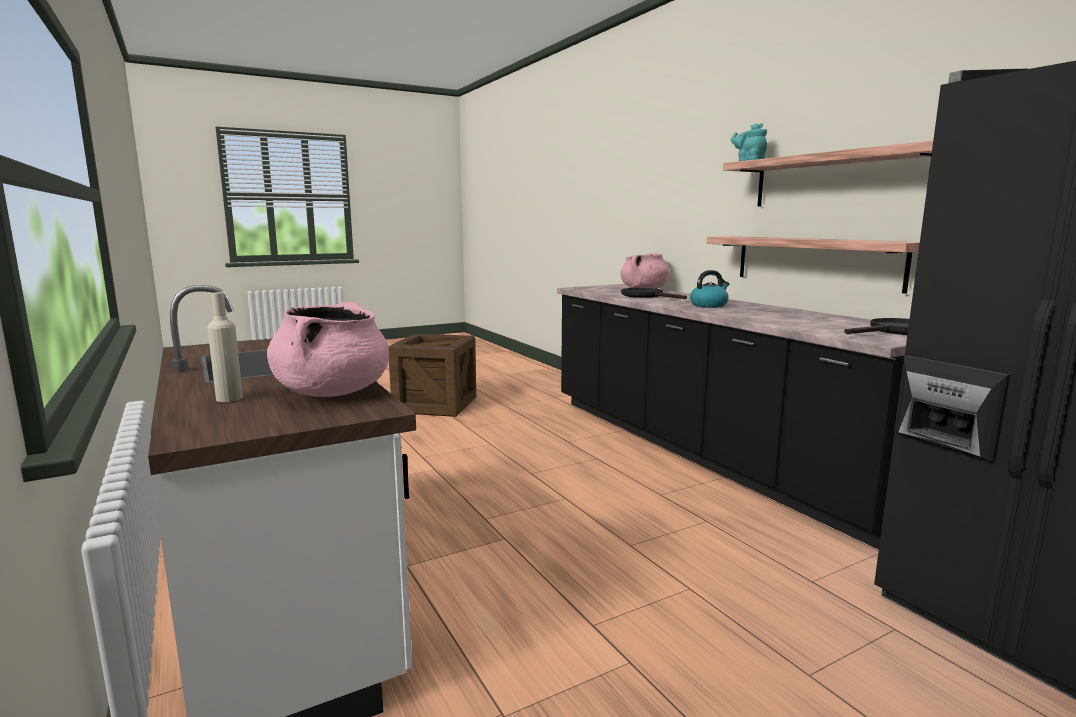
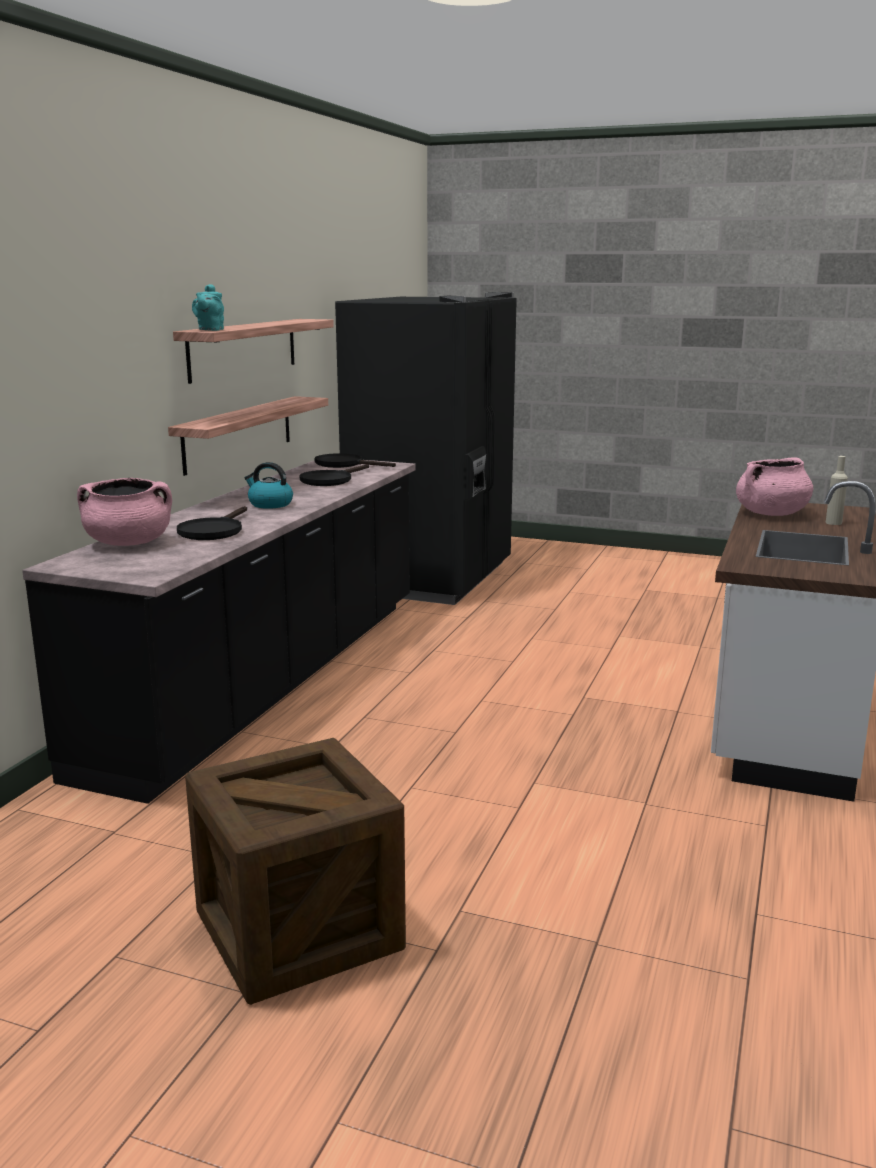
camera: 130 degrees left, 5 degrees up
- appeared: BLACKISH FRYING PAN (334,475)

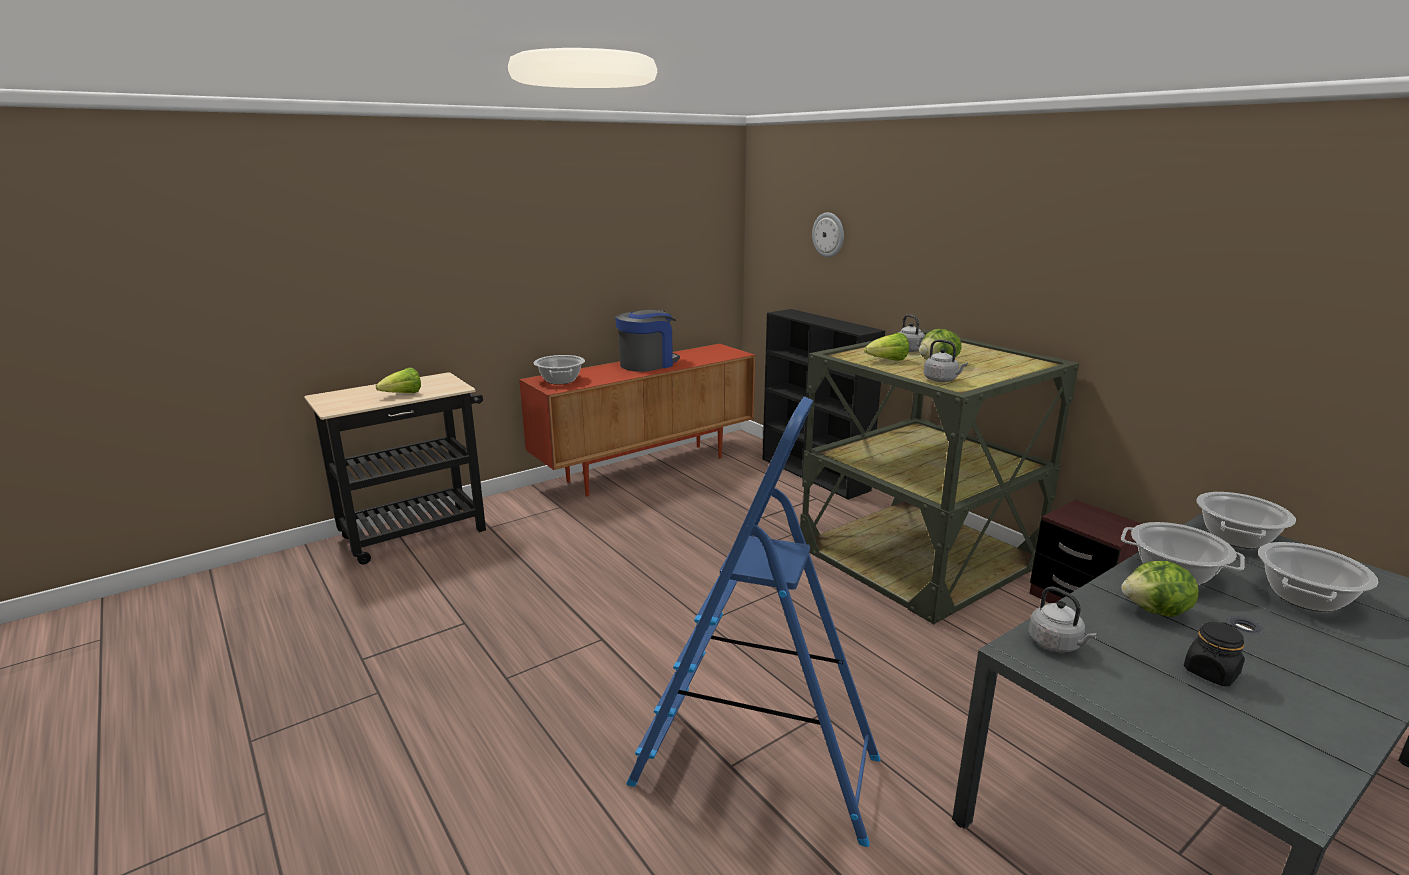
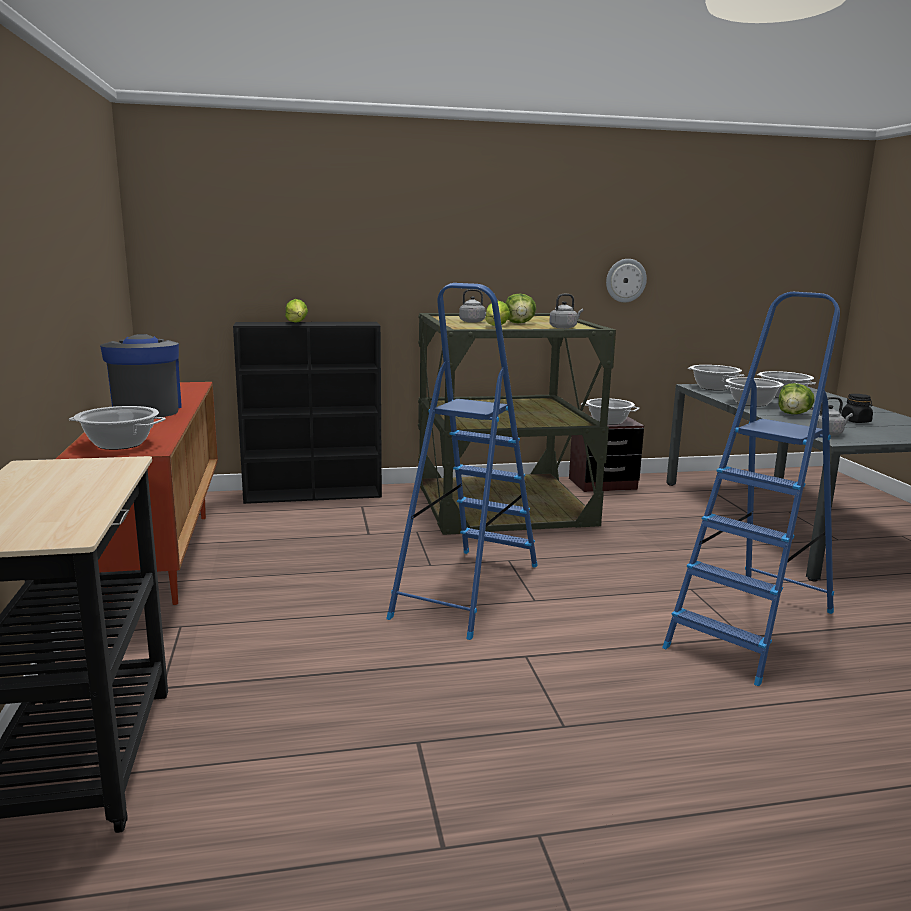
camera: 65 degrees left, 5 degrees down
- relocated: CLOCK ON THE WALL (828,234) to (626,281)
- relocated: LETTUCE (398,380) to (296,311)
- appeared: BLUE-COLOURED STEP LADDER (461,461)
- appeared: COOKING POT (610,411)

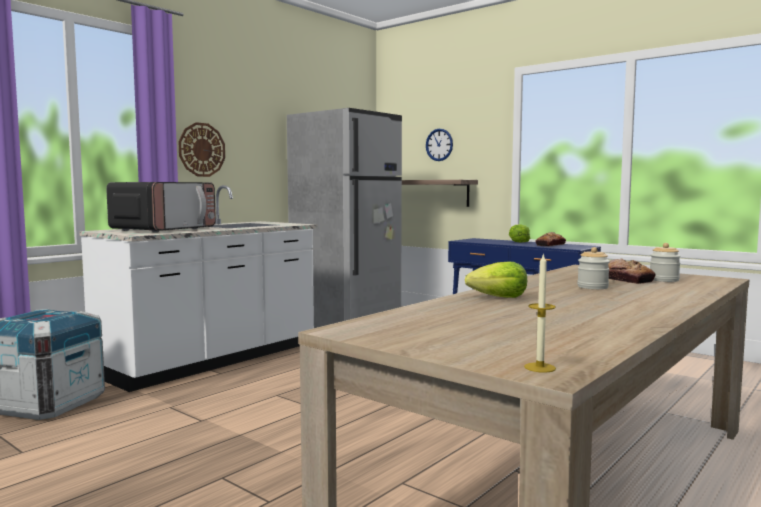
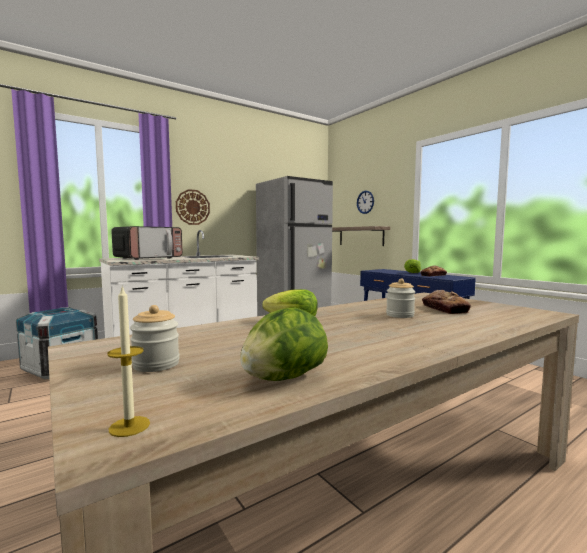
camera: 15 degrees right, 0 degrees up
- relocated: JAR (665,262) to (155,338)
- appeared: LETTUCE (284,344)

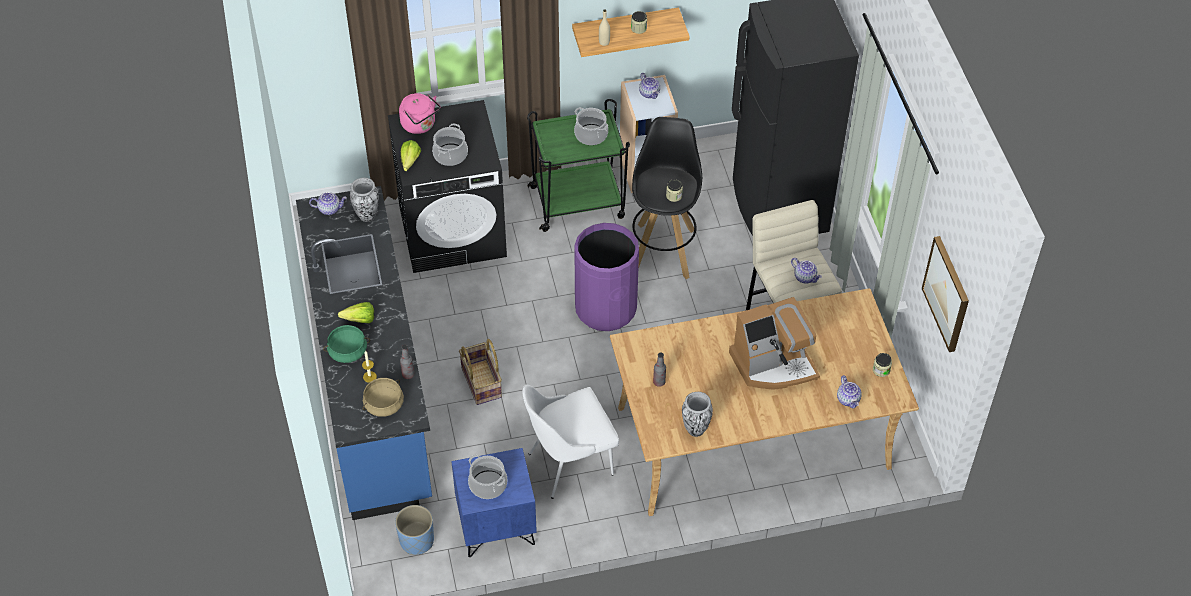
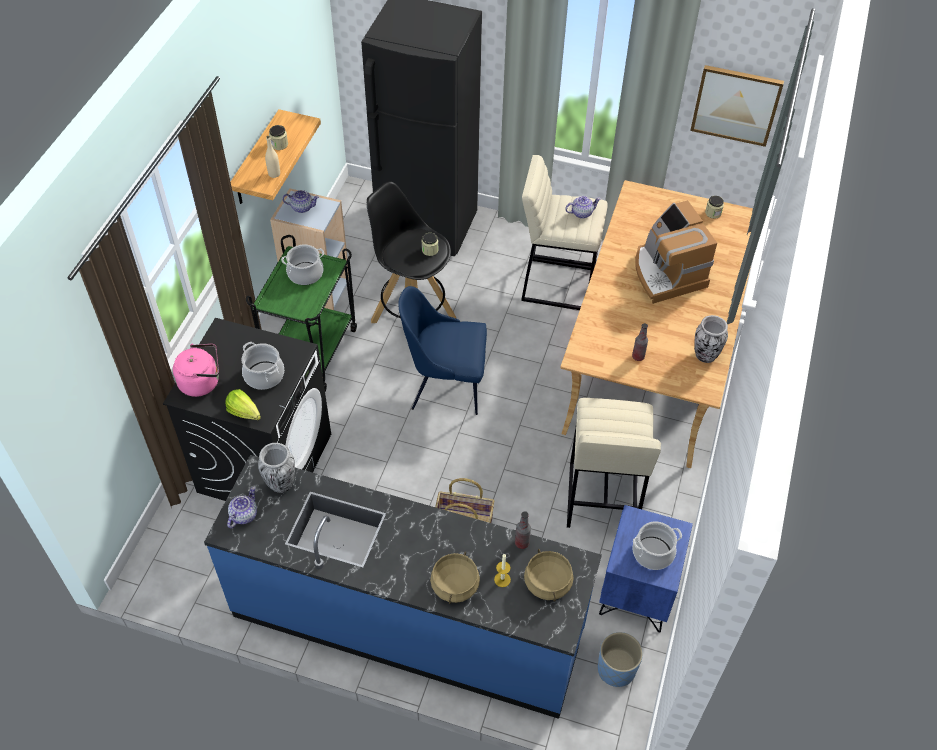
camera: 60 degrees left, 0 degrees up
- exchanged: PURPLE-COLOURED WASTE BIN (606,277) to BLUE-COLOURED CHAIR (442,350)
- spun: COFFEE MACHINE (774,343) = (676,252) 150 degrees clockwise
- missing: LETTUCE (356,312)
- colour: GREEN-COLOURED COOKING POT (346,344) to BEIGE-COLOURED COOKING POT (455,578)
- missing: TEAPOT (849,392)
- exchanged: WHITISH CHAIR (571,441) to BEIGE-COLOURED STOOL (614,463)

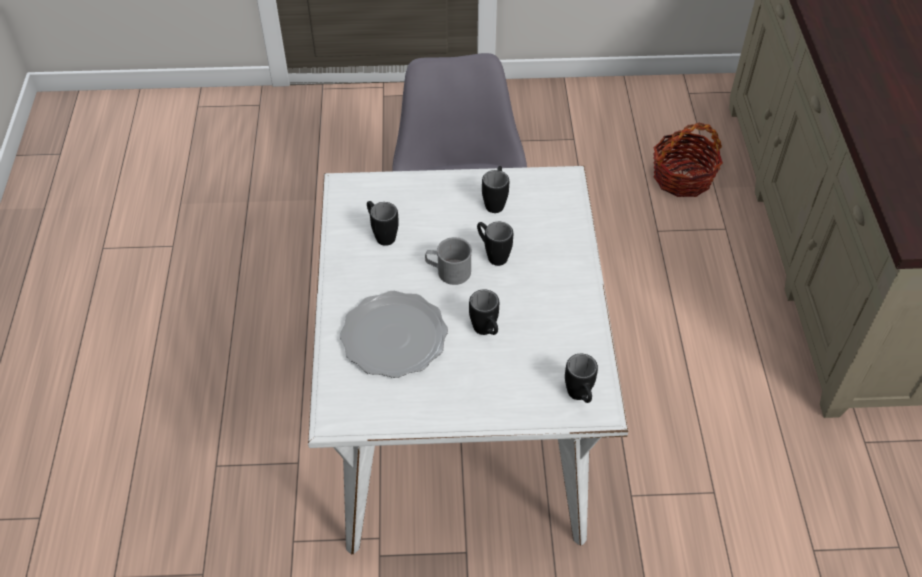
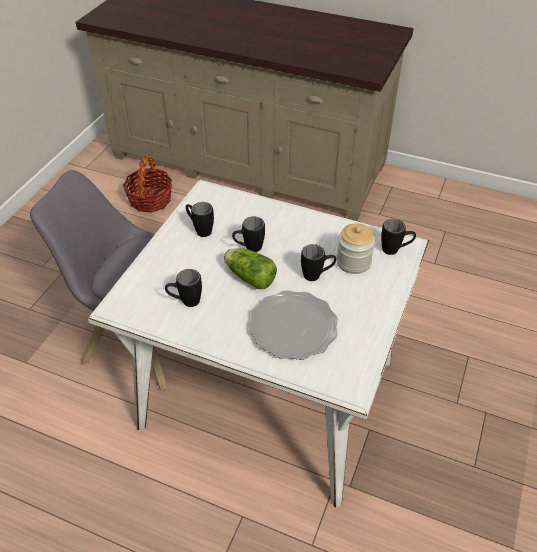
camera: 65 degrees left, 5 degrees down
- exchanged: GREYISH TEA MUG (448,261) to LETTUCE (250,268)
- appeared: JAR (355,248)

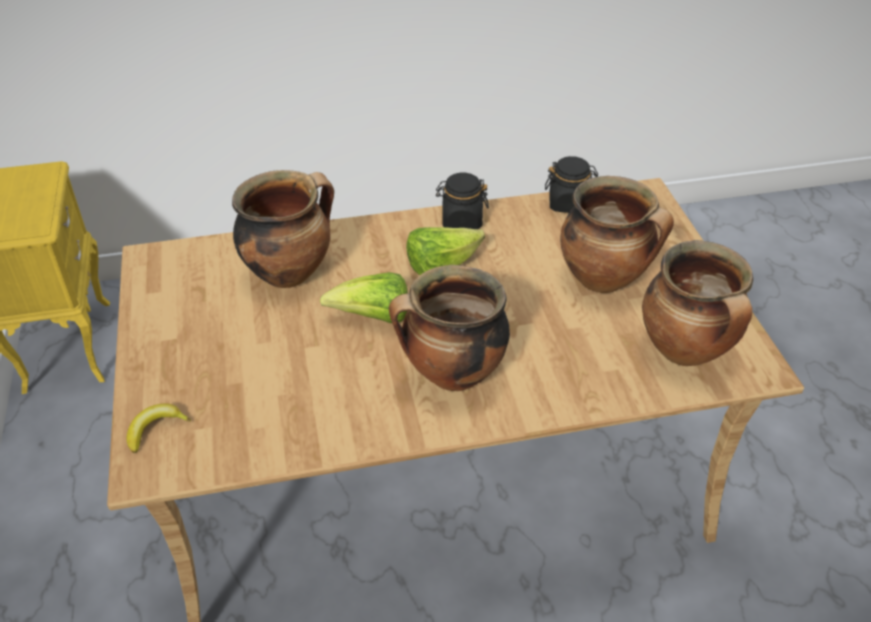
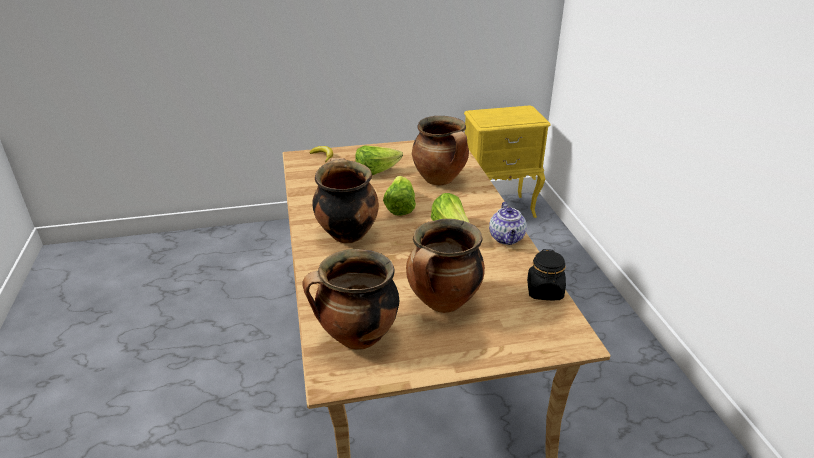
camera: 90 degrees right, 10 degrees down
- exchanged: BLACKISH JAR (462,201) to TEAPOT (508,223)
- appeared: LETTUCE (379,160)

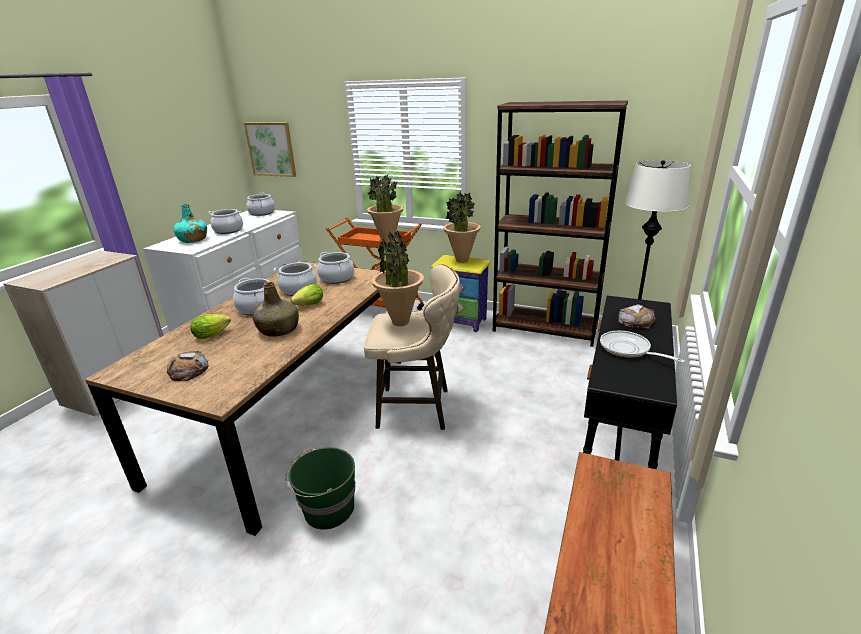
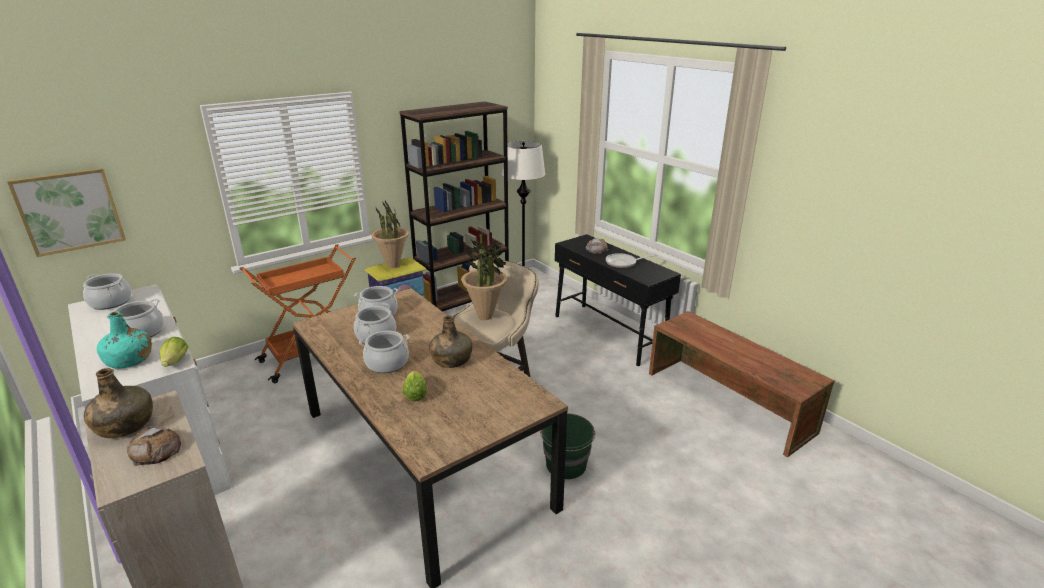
camera: 60 degrees left, 0 degrees up
- missing: HOUSEPLANT (385,208)
- relocated: LETTUCE (306,295) to (174,351)
- relocated: BAKED BREAD (187,366) to (154,446)
- appeared: GREEN-COLOURED BOTTLE (118,403)

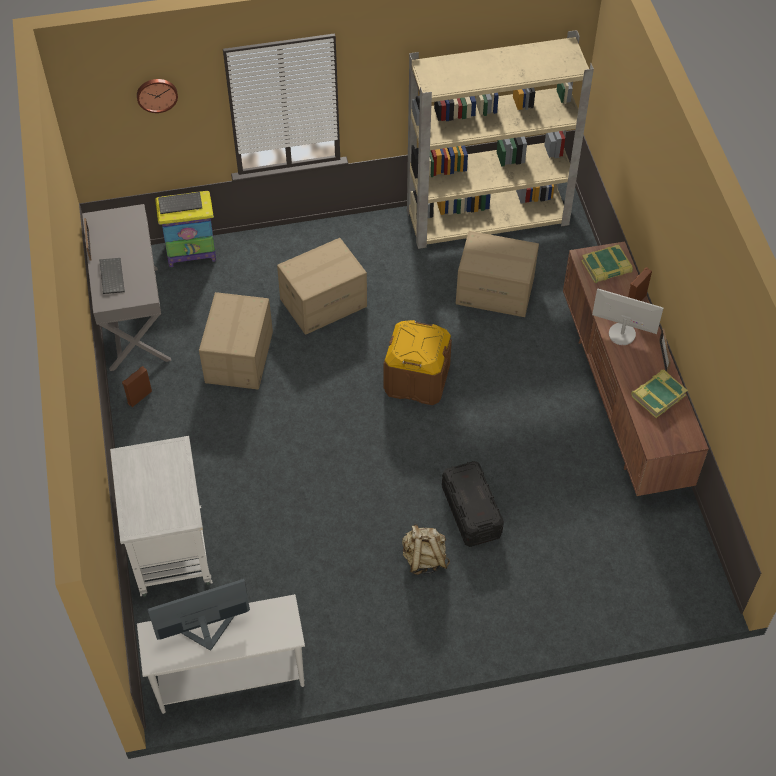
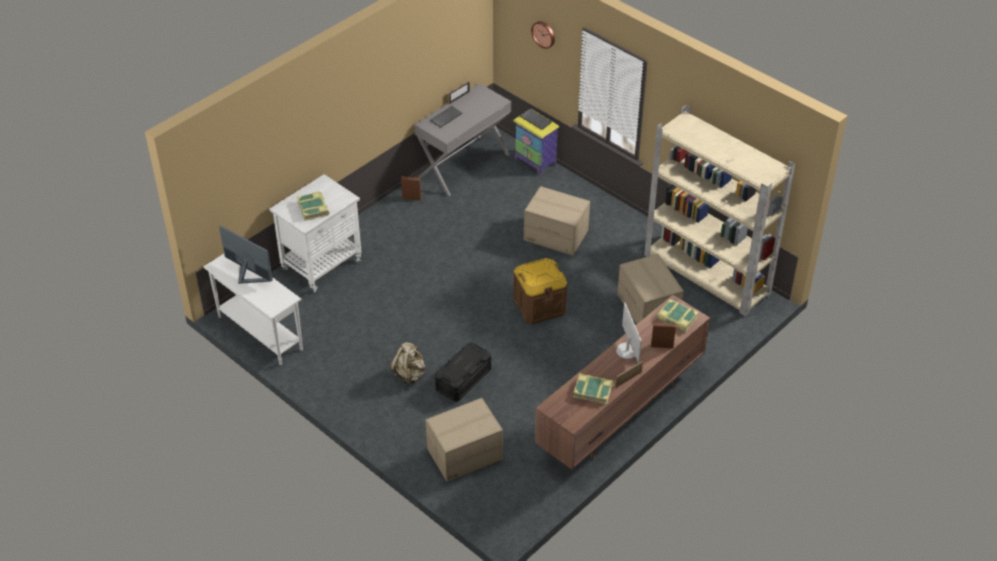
camera: 55 degrees right, 10 degrees down
- relocated: PACKING BOX (236,340) to (464,440)
- appeared: BOUND BOOK (313,206)

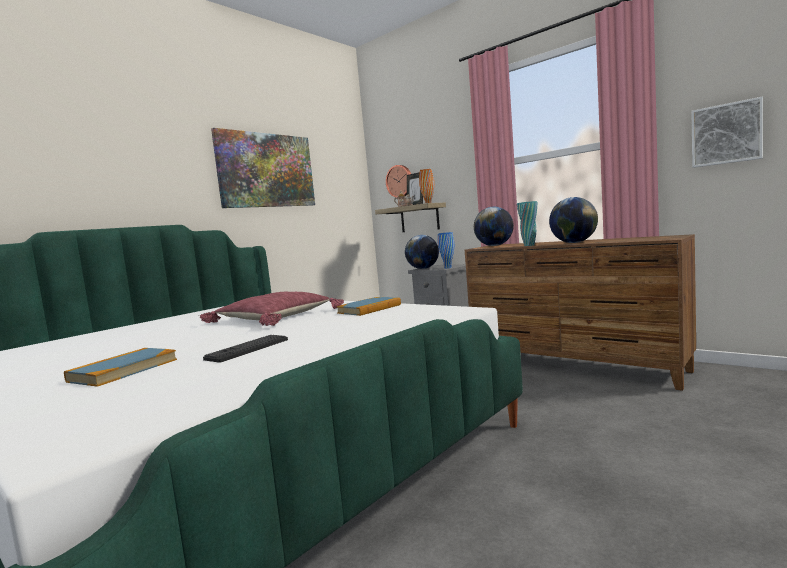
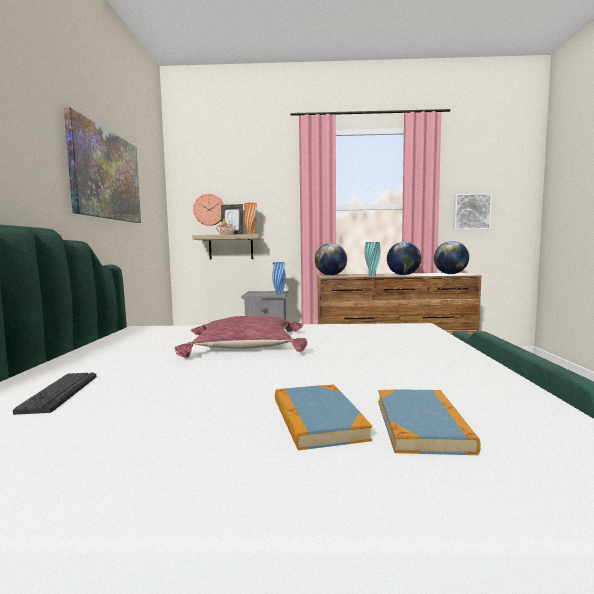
camera: 40 degrees left, 0 degrees up
- relocated: GLOBE (422,252) to (451,257)
- relocated: BOUND BOOK (369,306) to (429,422)
- relocated: PC KEYBOARD (245,349) to (54,393)

